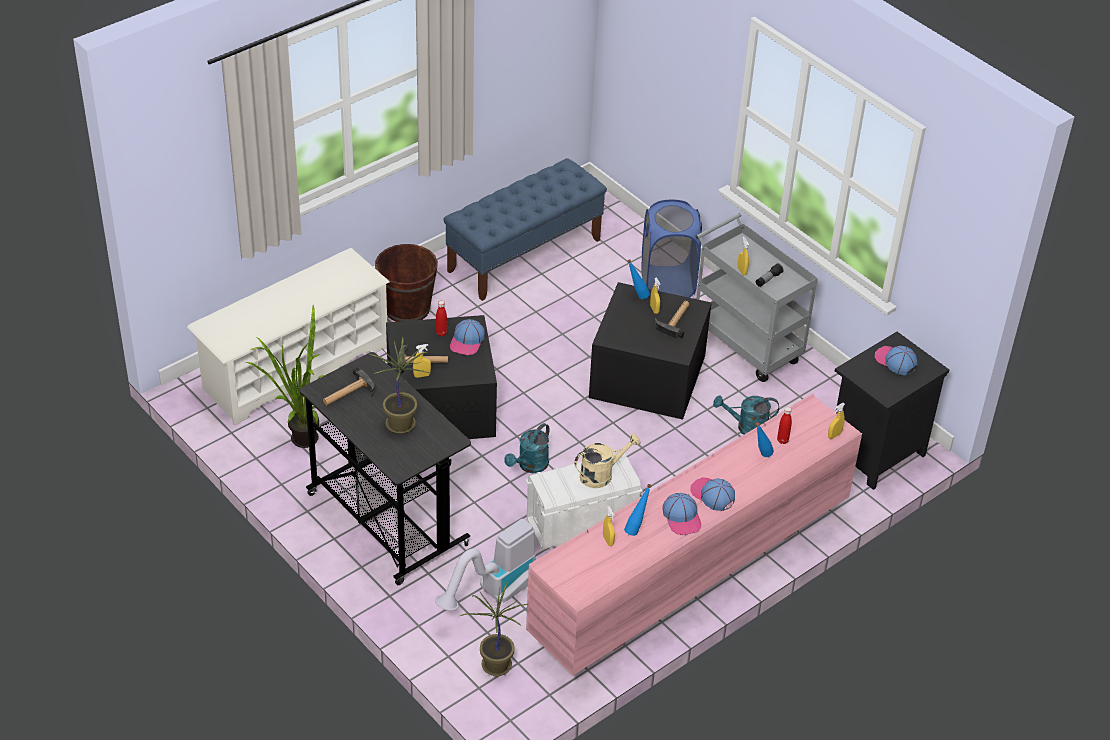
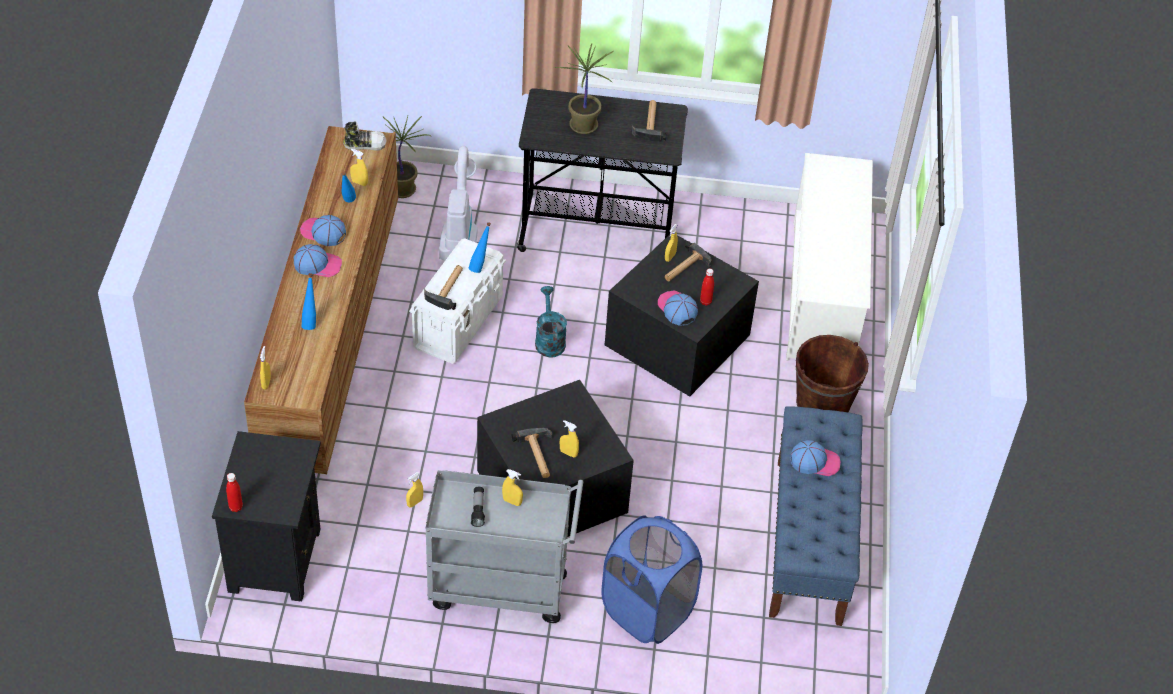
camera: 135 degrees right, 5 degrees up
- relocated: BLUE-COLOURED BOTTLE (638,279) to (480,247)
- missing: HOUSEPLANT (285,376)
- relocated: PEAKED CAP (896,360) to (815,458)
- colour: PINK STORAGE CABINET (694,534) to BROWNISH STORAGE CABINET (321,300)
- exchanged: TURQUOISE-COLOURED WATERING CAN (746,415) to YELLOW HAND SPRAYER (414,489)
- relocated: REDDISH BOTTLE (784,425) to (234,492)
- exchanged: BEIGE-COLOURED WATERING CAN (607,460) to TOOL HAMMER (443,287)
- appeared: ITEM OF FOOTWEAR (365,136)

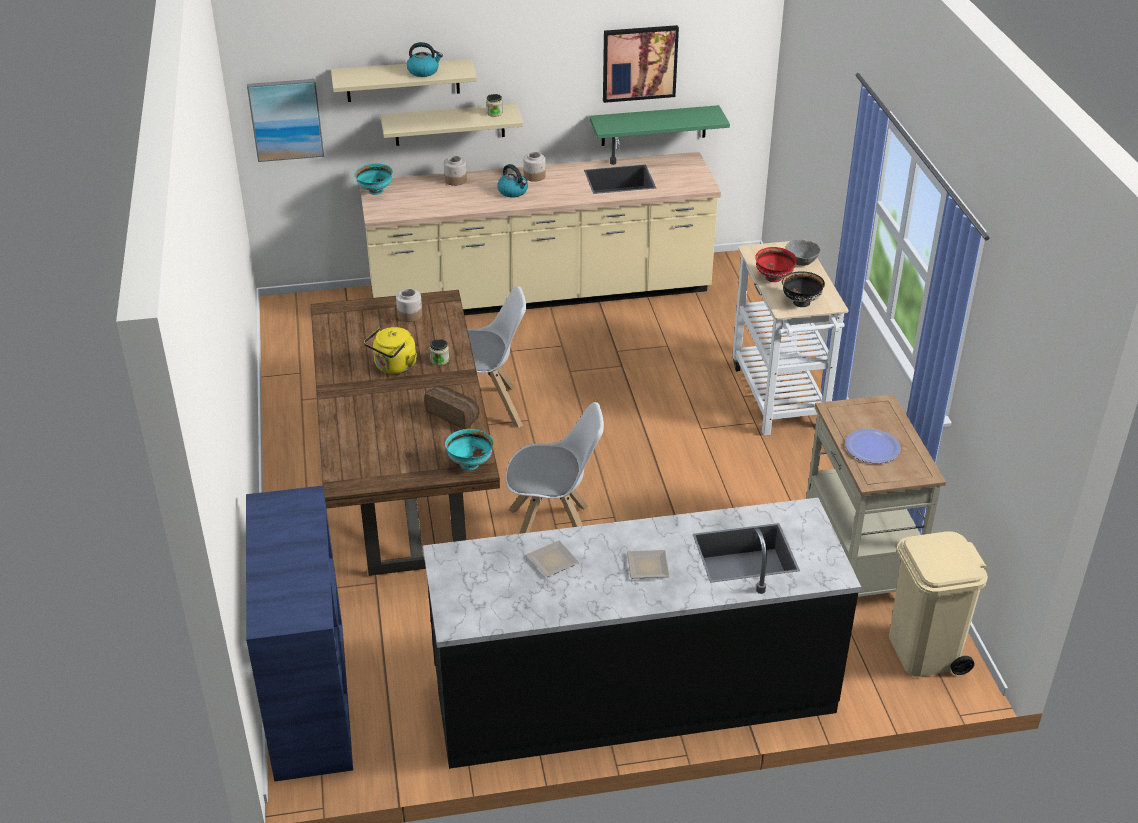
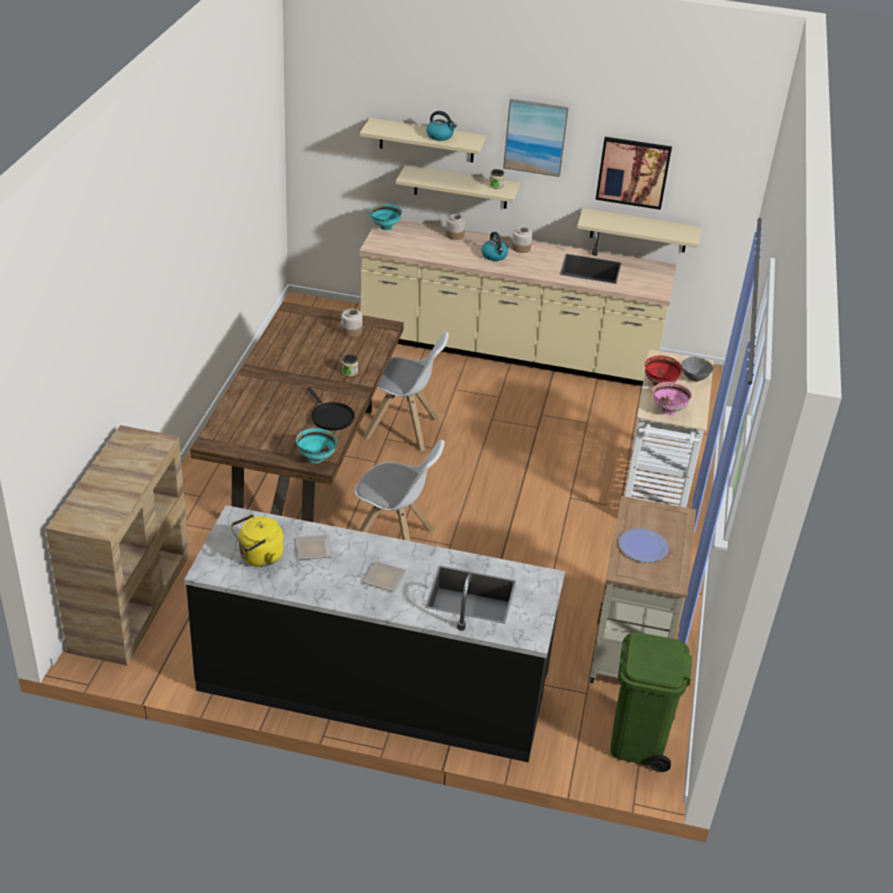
camera: 20 degrees right, 0 degrees up
- relocated: WALL ART (285,120) to (536,138)
- colour: GREEN-COLOURED BRACKET SHELF (659,125) to BEIGE-COLOURED BRACKET SHELF (639,230)
- colour: BLACKISH SERVING BOWL (803,289) to PINK SERVING BOWL (672,398)
- relocated: YELLOW TEA KETTLE (390,350) to (257,540)
- exchanged: BAKED BREAD (451,407) to BLACKISH FRYING PAN (331,408)
- colour: BLUE-COLOURED SHELVING UNIT (299,634) to BROWNISH SHELVING UNIT (117,545)
- colour: BEIGE-COLOURED WASTE BIN (938,604) to GREEN-COLOURED WASTE BIN (651,702)

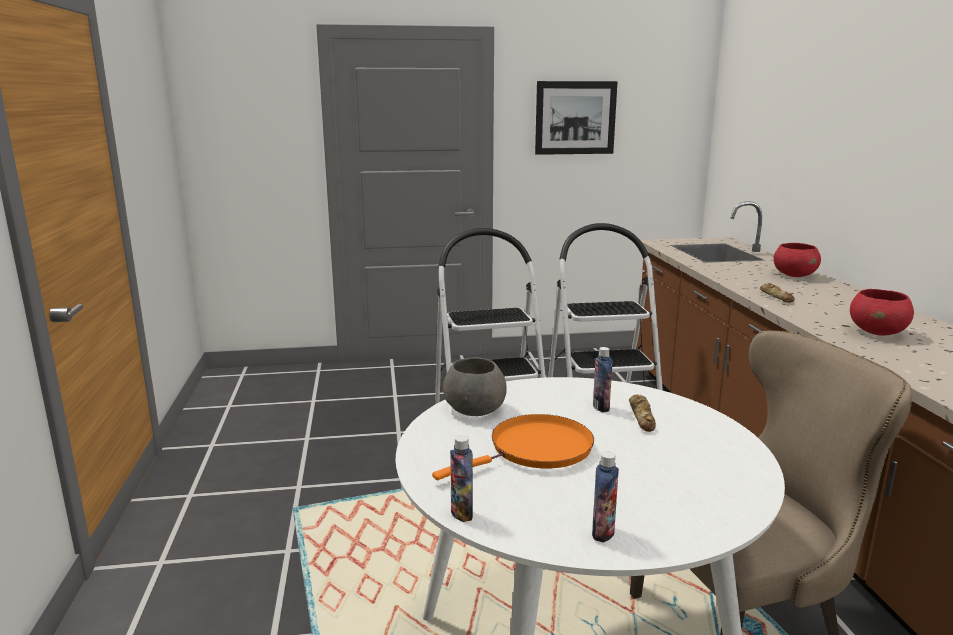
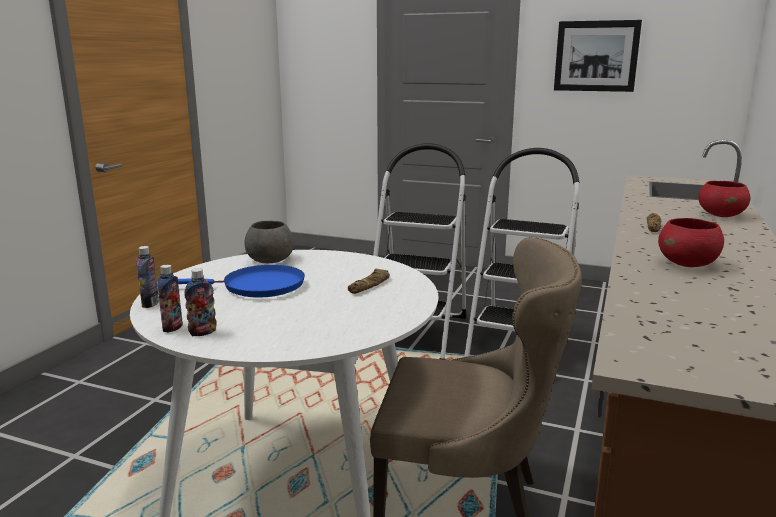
camera: 30 degrees right, 0 degrees up
- relocated: BOTTLE (603,379) to (170,299)
- colour: ORANGE FRYING PAN (513,447) to BLUE-COLOURED FRYING PAN (241,281)

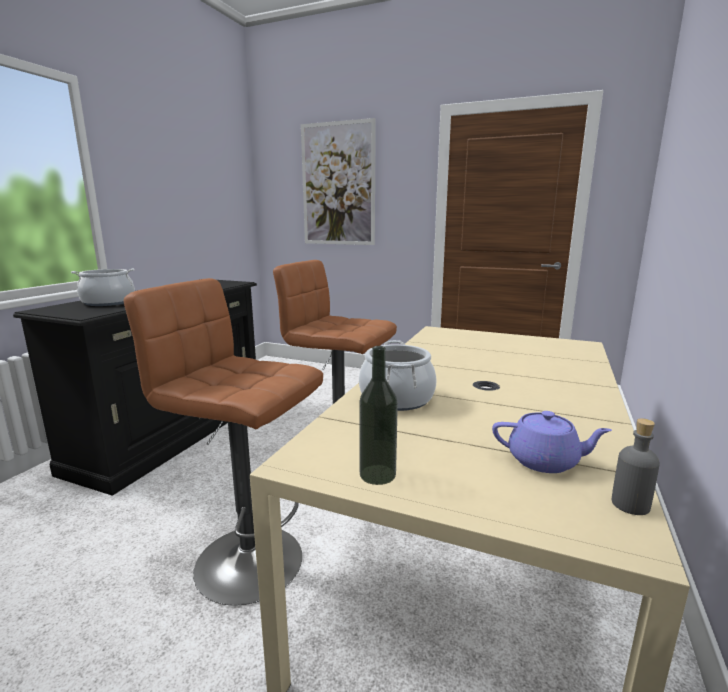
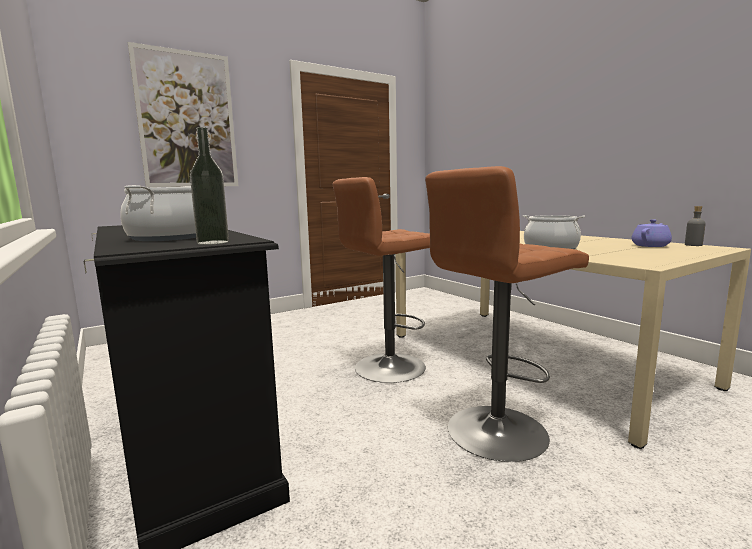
camera: 55 degrees left, 5 degrees down
- relocated: BOTTLE (378,415) to (209,186)

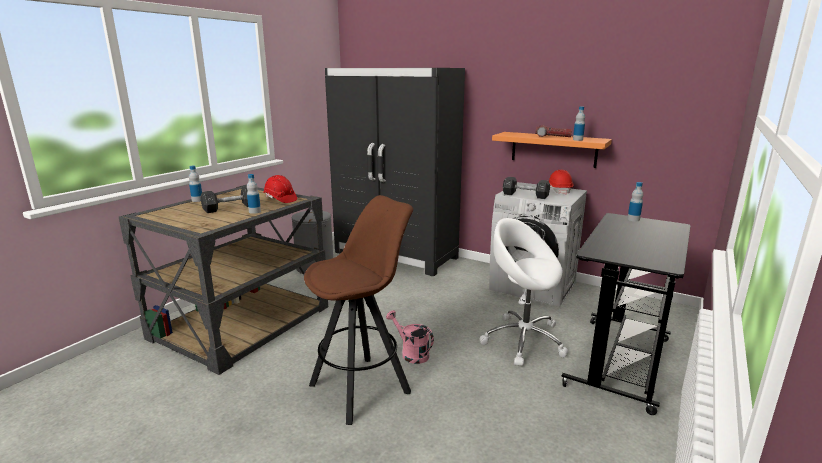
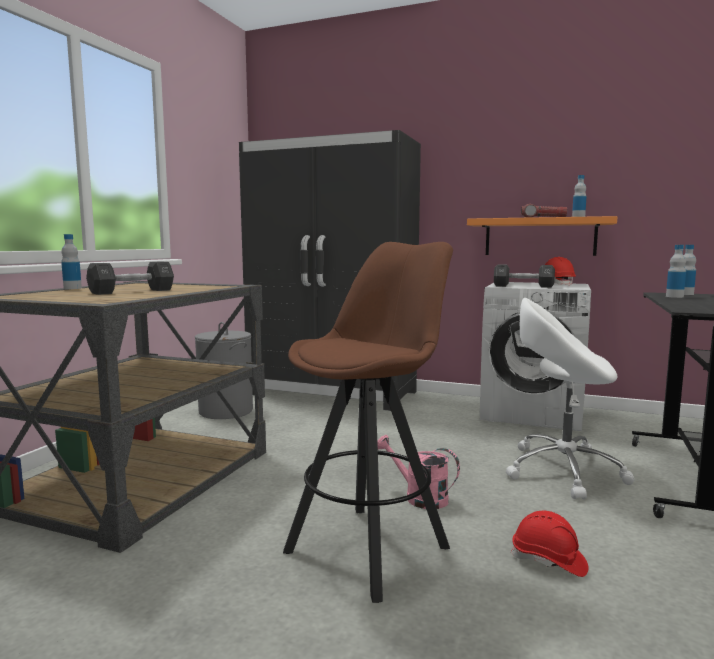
camera: 10 degrees left, 10 degrees down
- relocated: BOTTLE (254,194) to (676,271)
- relocated: REDDISH SAFETY HELMET (280,189) to (550,544)

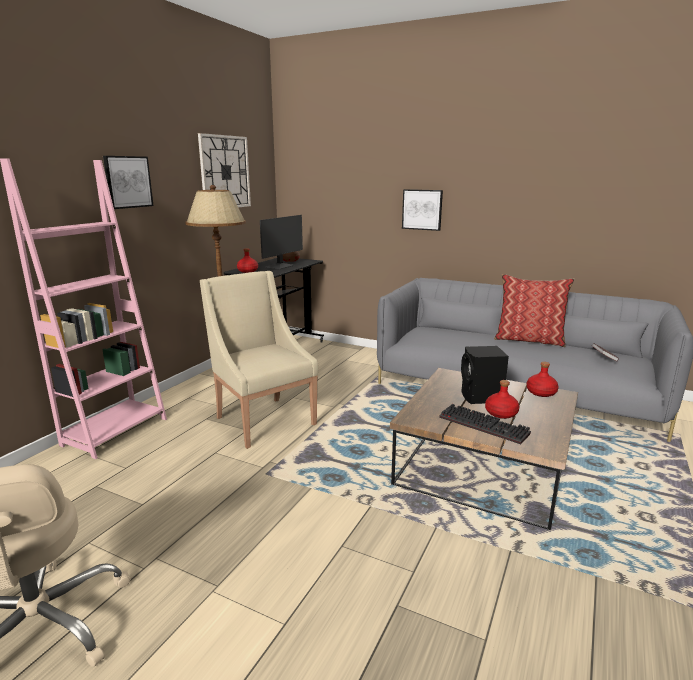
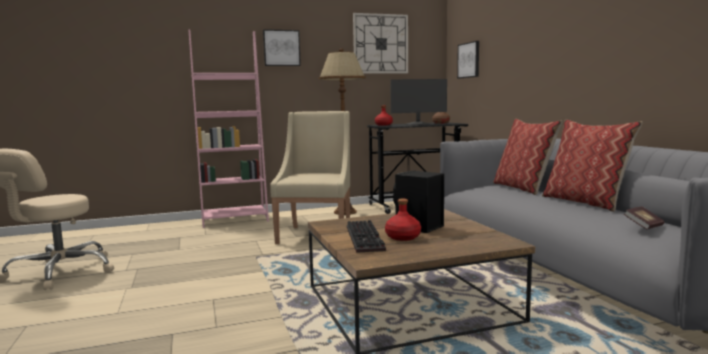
camera: 45 degrees right, 10 degrees down
- relocated: WALL ART (422,210) to (468,60)
- missing: REDDISH BOTTLE (542,379)
- appeared: THROW PILLOW (528,157)

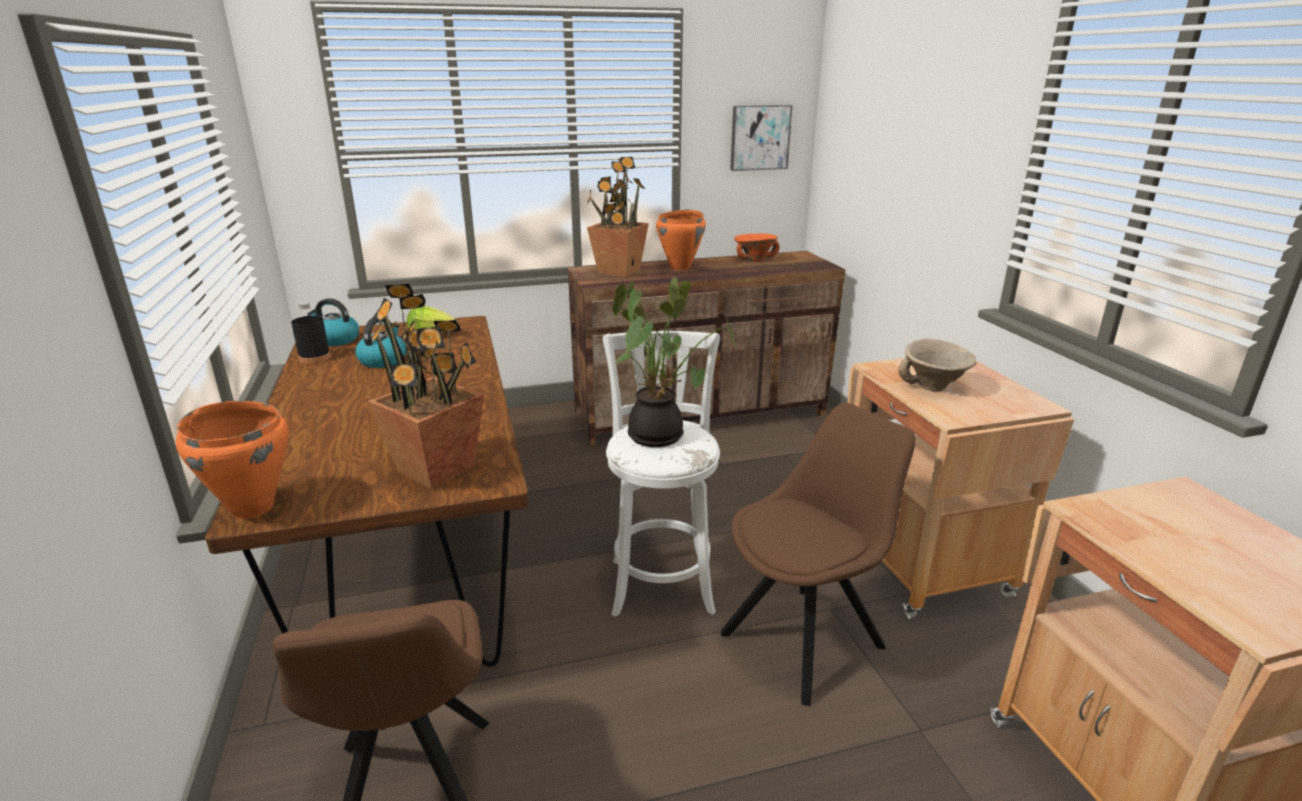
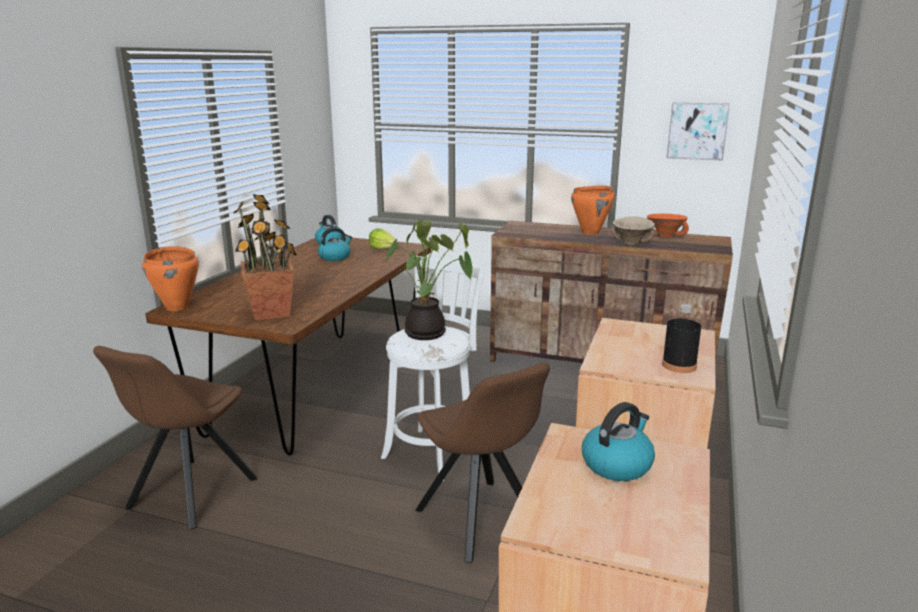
camera: 35 degrees right, 5 degrees down
- missing: HOUSEPLANT (618,217)
- relocated: BLACKISH BOTTLE (311,333) to (681,338)
- relocated: BEIGE-COLOURED SERVING BOWL (937,365) to (633,230)
- spun: BROWNISH CHAIR (818,554) = (482,462) 60 degrees clockwise
- appeared: TEA KETTLE (618,441)

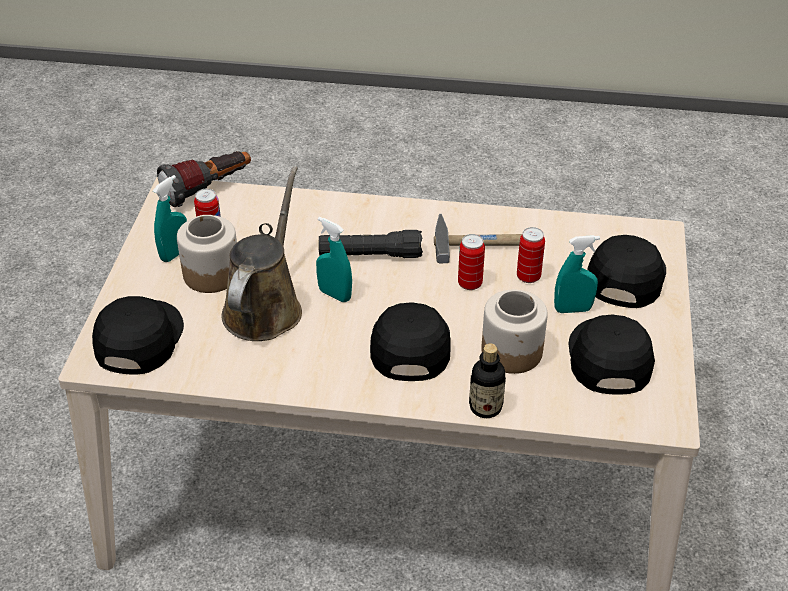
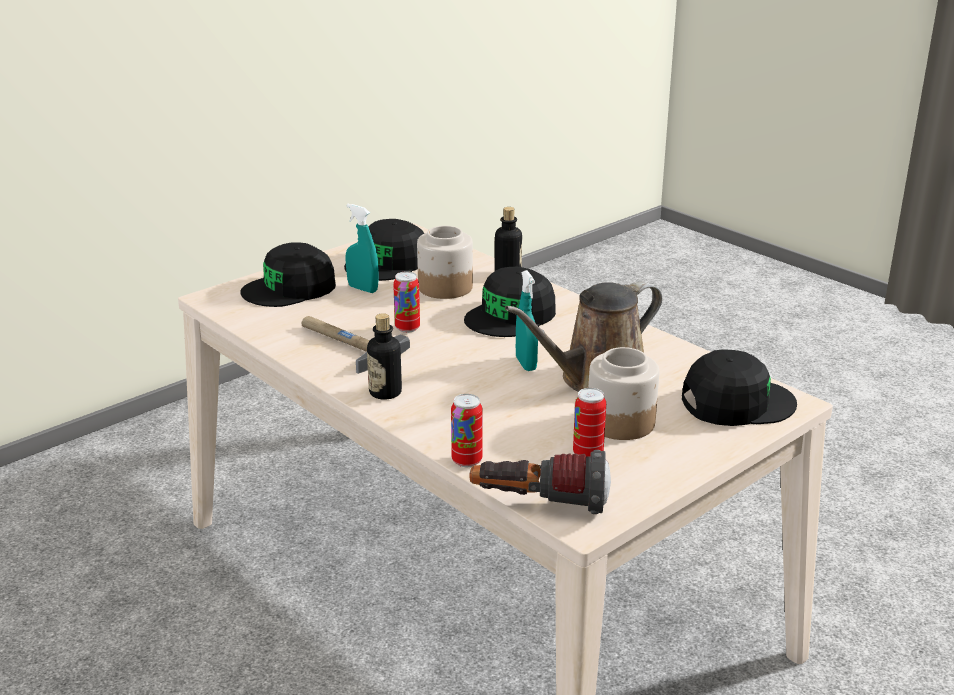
camera: 140 degrees left, 15 degrees down
- missing: TURQUOISE-COLOURED HAND SPRAYER (170,218)
- relocated: SEALED CAN (531,255) to (466,430)
- missing: BLACKISH TORCH (370,244)
- spun: BLACKISH PEAKED CAP (138,335) = (739,387) 150 degrees counterclockwise
- appeared: BOTTLE (384,356)

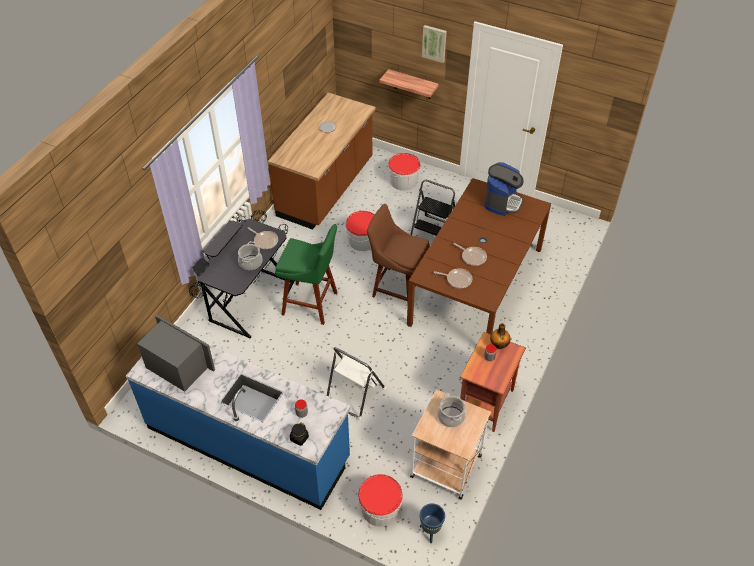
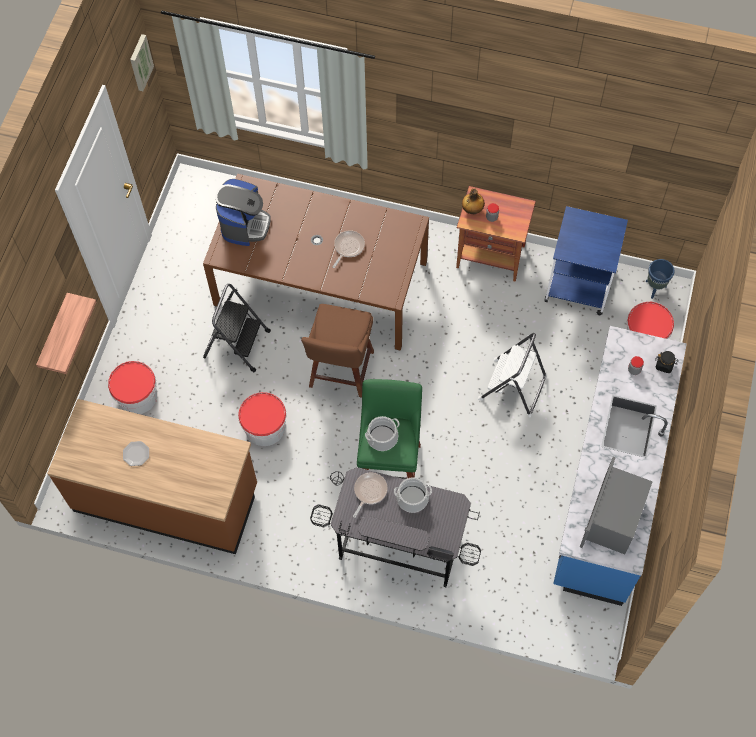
camera: 100 degrees left, 15 degrees up
- relocated: WALL ART (434,44) to (142,62)
- spun: COFFEE MACHINE (504,189) = (243,212) 90 degrees clockwise
- missing: FRYING PAN (453,278)
- colour: BEIGE-COLOURED CART (450,445) to BLUE-COLOURED CART (586,260)
- relocated: COOKING POT (451,410) to (382,433)

